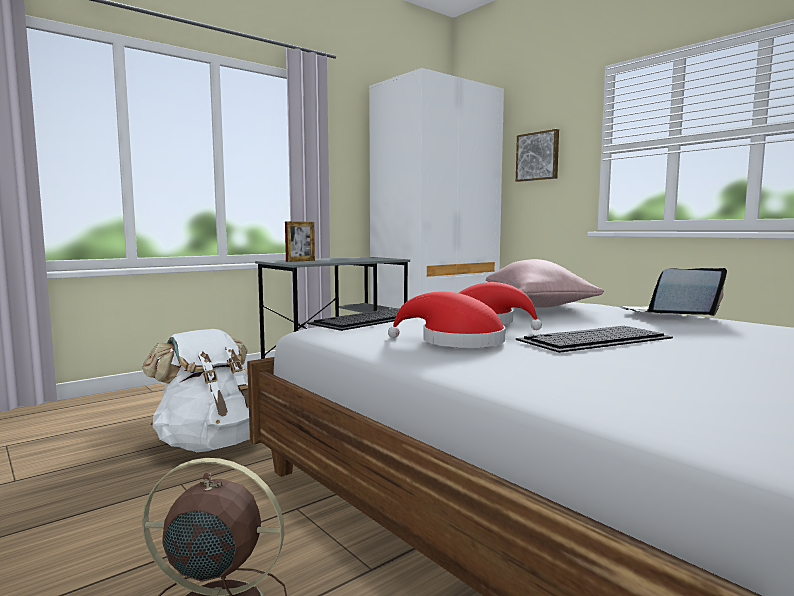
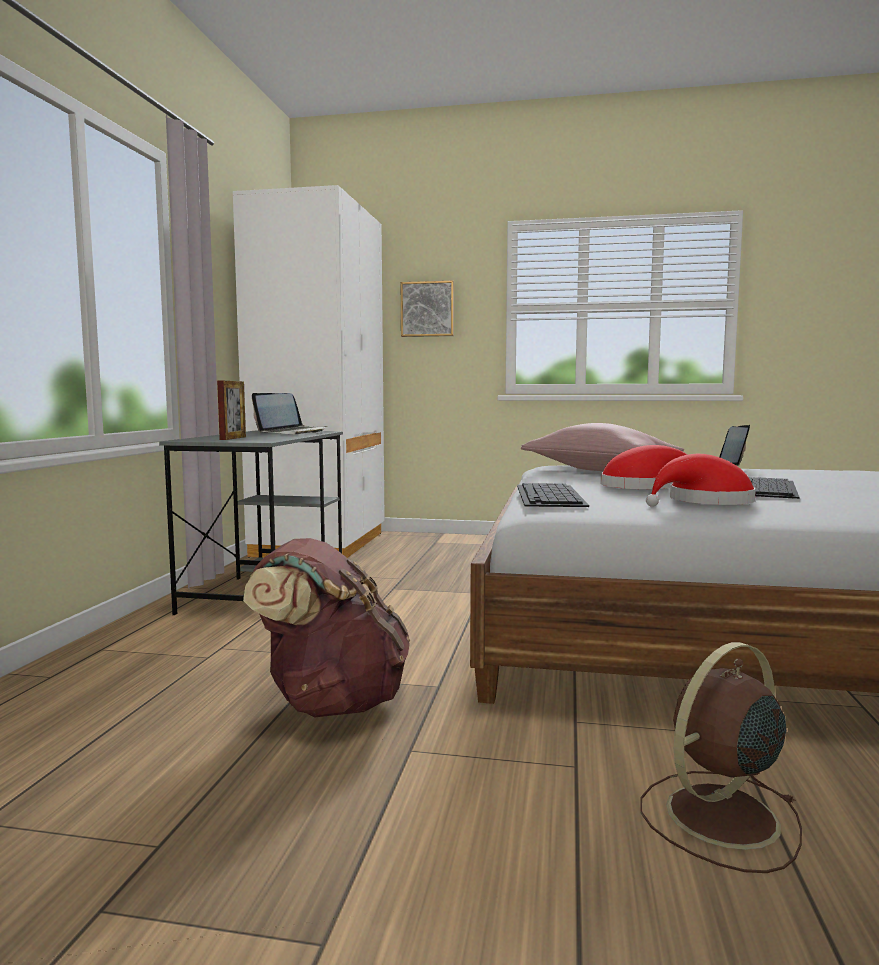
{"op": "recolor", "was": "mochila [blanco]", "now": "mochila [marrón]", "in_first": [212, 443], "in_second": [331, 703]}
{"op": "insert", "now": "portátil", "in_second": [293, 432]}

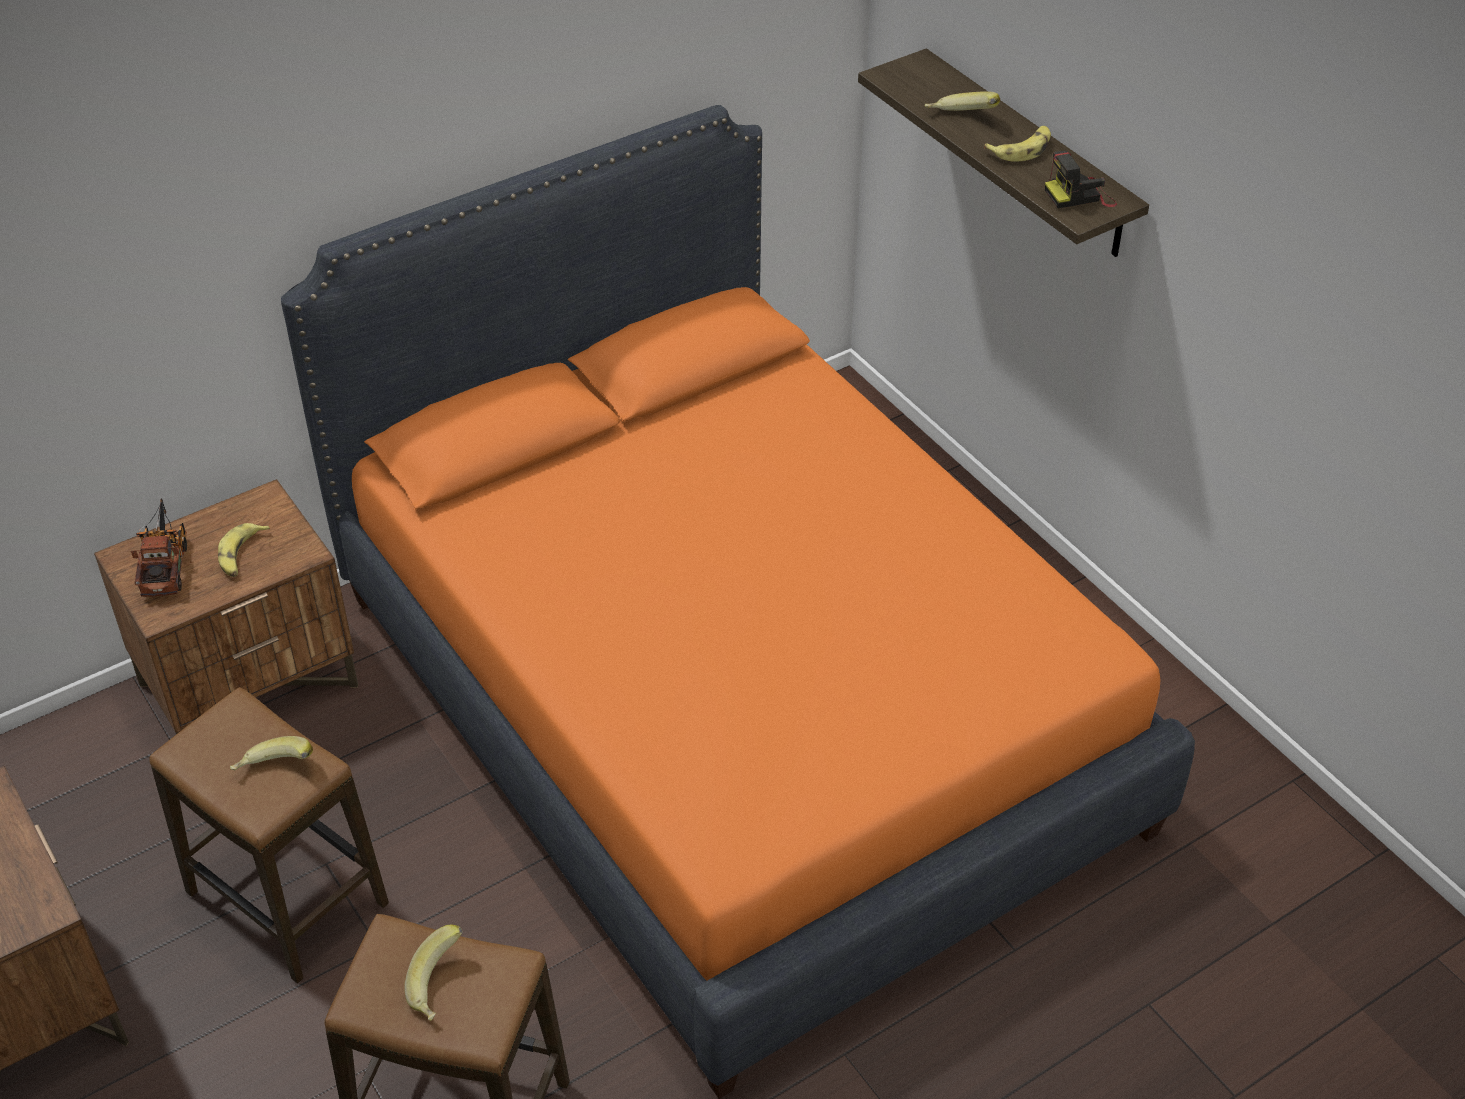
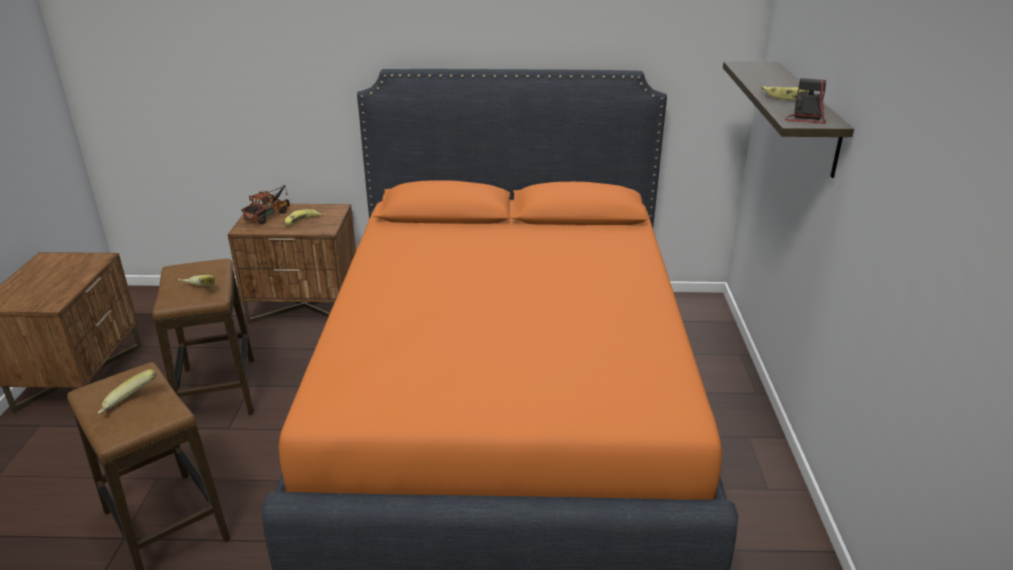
{"op": "rotate", "was": "cámara", "in_first": [1080, 196], "in_second": [806, 116], "clockwise": 90}
{"op": "delete", "was": "plátano", "in_first": [960, 120]}

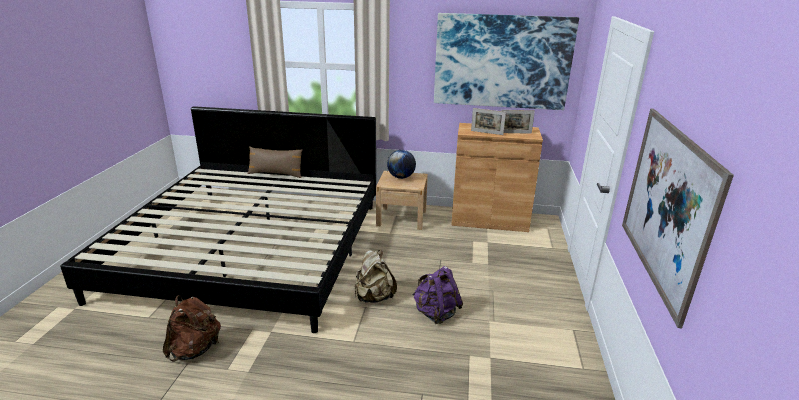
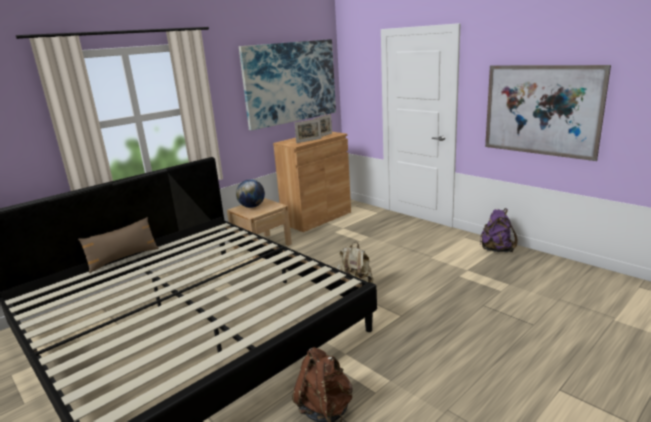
{"op": "move", "was": "mochila [morado]", "in_first": [436, 313], "in_second": [496, 250]}

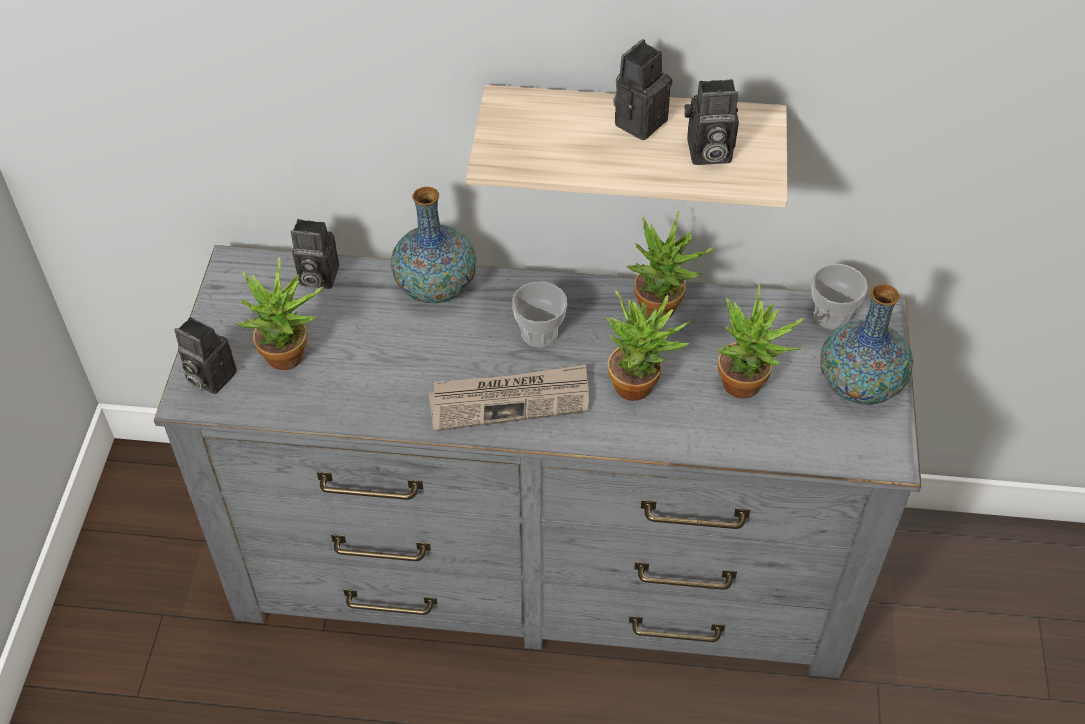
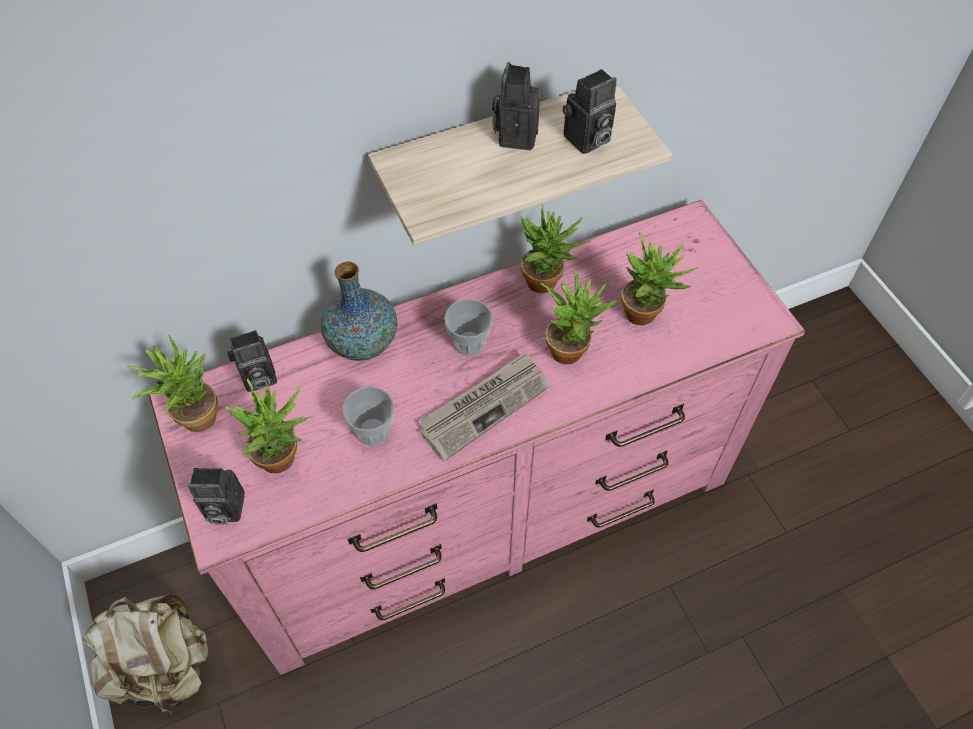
{"op": "insert", "now": "mochila [beis]", "in_second": [163, 667]}
{"op": "insert", "now": "planta en maceta", "in_second": [192, 416]}
{"op": "recolor", "was": "cómoda [gris]", "now": "cómoda [rosa]", "in_first": [543, 566], "in_second": [485, 509]}
{"op": "move", "was": "taza", "in_first": [831, 315], "in_second": [373, 431]}
{"op": "delete", "was": "florero", "in_first": [859, 385]}

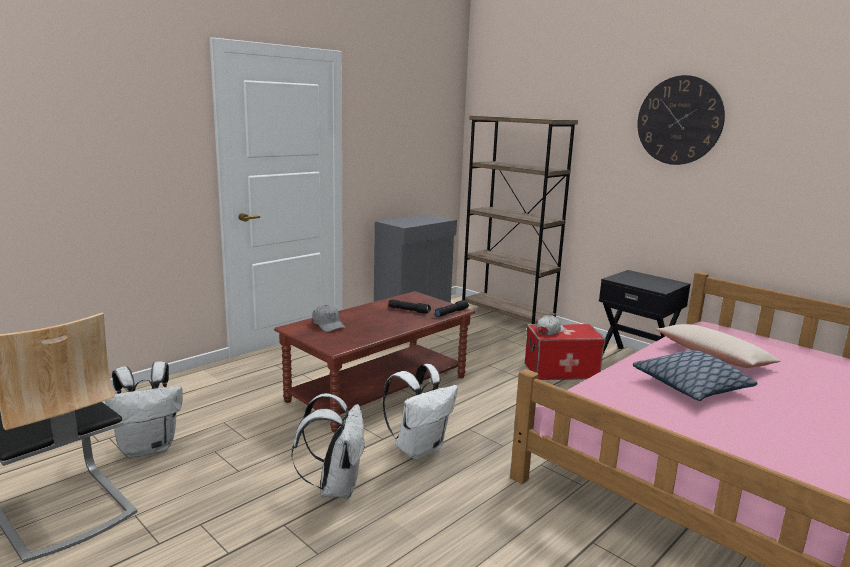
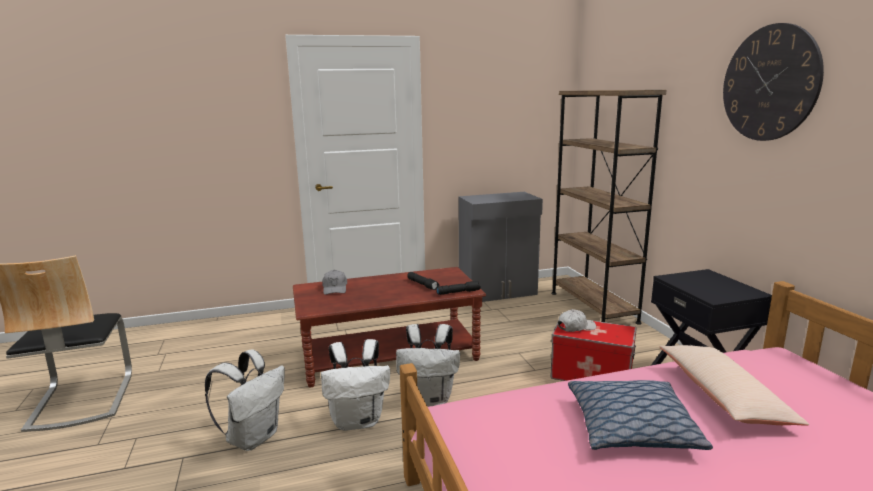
{"op": "move", "was": "mochila [blanco]", "in_first": [149, 447], "in_second": [429, 400]}

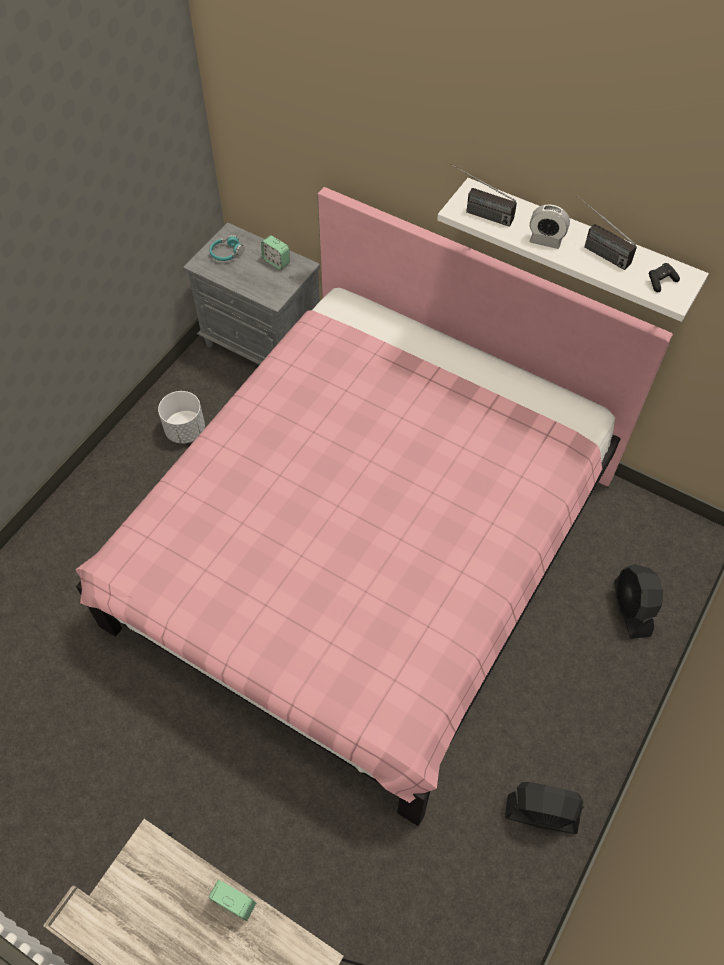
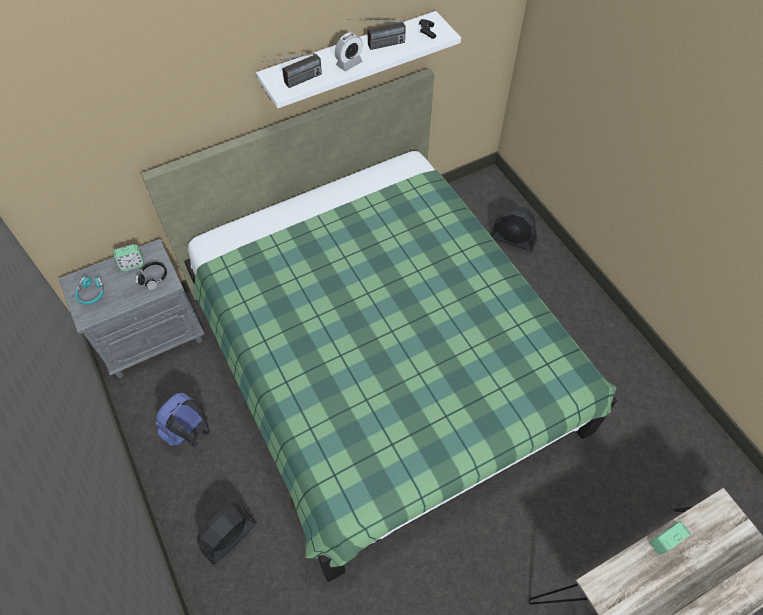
{"op": "insert", "now": "auriculares [negro]", "in_second": [153, 277]}
{"op": "recolor", "was": "cama [rosa]", "now": "cama [verde]", "in_first": [364, 551], "in_second": [381, 361]}
{"op": "replace", "was": "maceta [blanco]", "now": "mochila [azul]", "in_first": [185, 430], "in_second": [190, 432]}
{"op": "move", "was": "ventilador [negro]", "in_first": [541, 814], "in_second": [229, 537]}

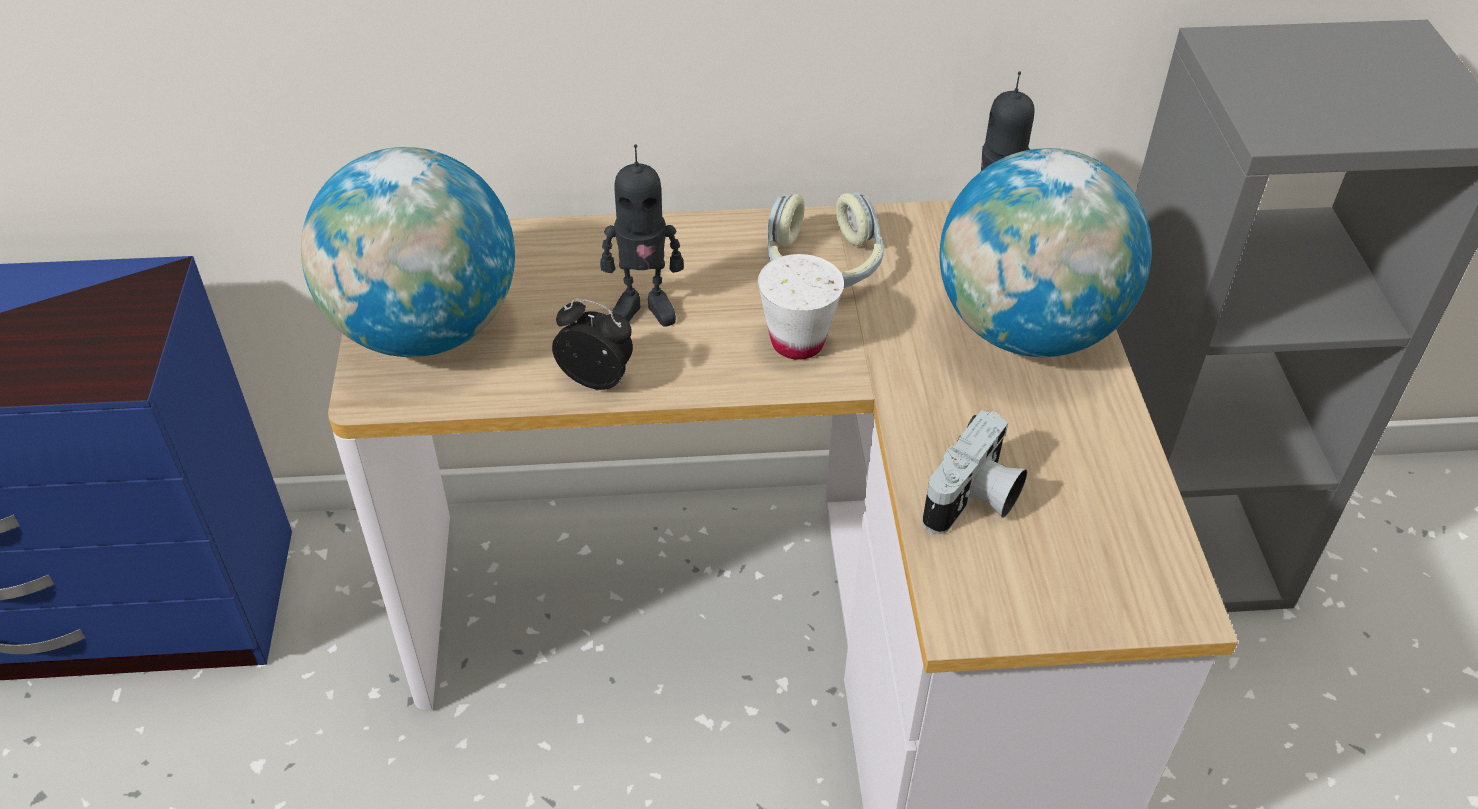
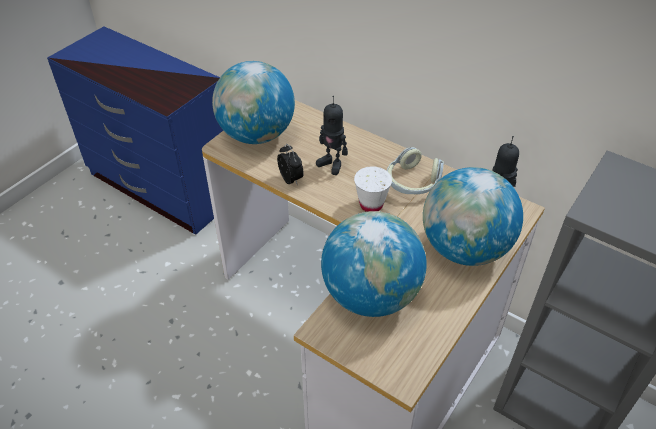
{"op": "replace", "was": "cámara", "now": "globo terráqueo", "in_first": [974, 501], "in_second": [370, 295]}

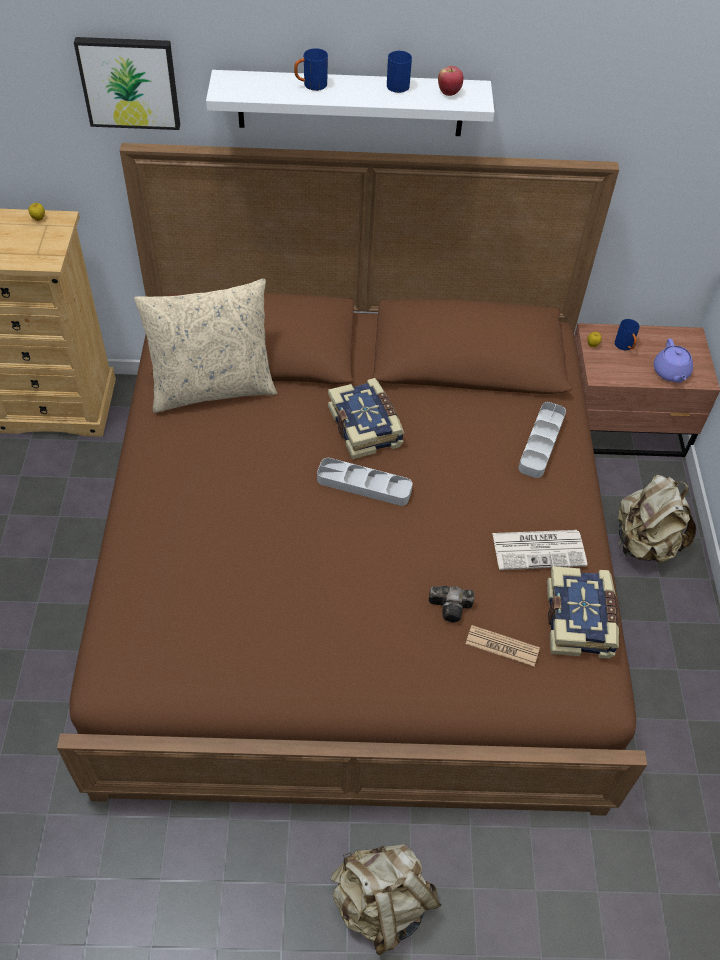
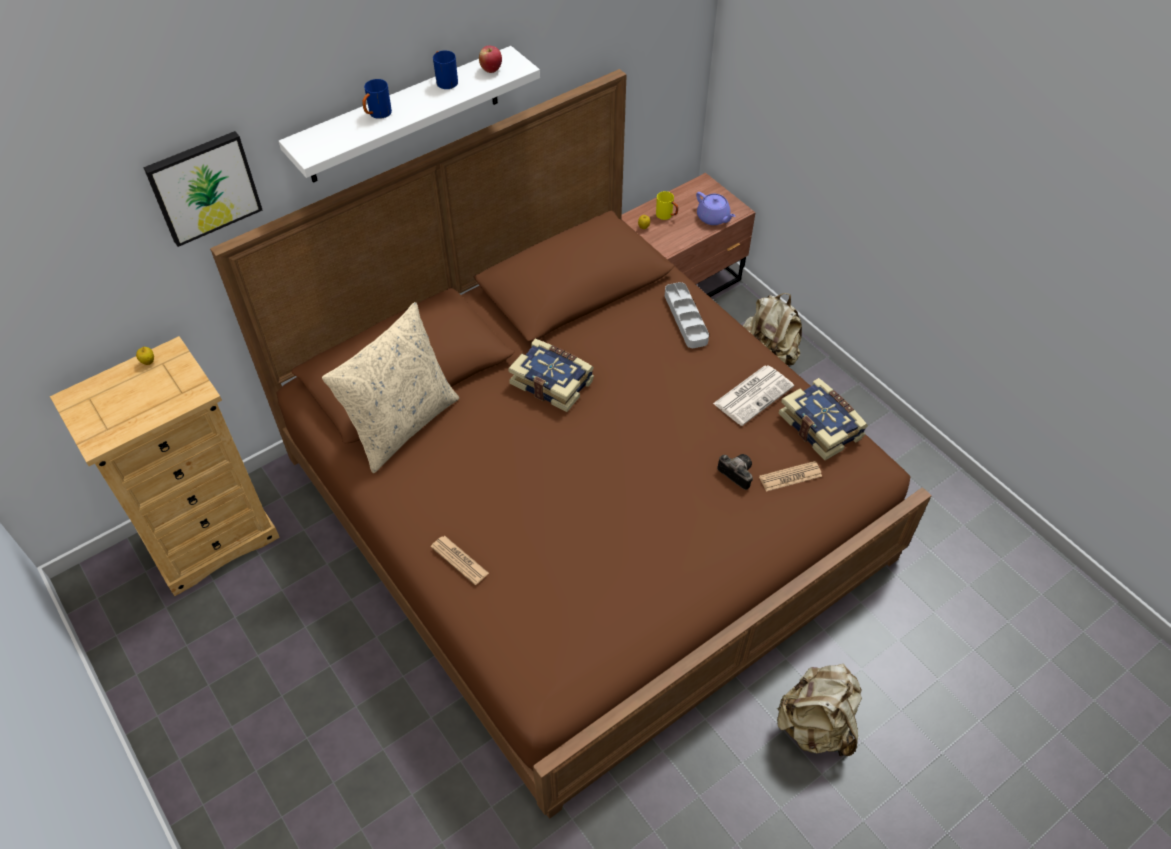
{"op": "insert", "now": "periódico", "in_second": [459, 560]}
{"op": "recolor", "was": "taza grande [azul]", "now": "taza grande [amarillo]", "in_first": [625, 347], "in_second": [667, 216]}
{"op": "rotate", "was": "cámara", "in_first": [452, 608], "in_second": [735, 473], "clockwise": -105}
{"op": "delete", "was": "bandeja [gris]", "in_first": [364, 485]}

